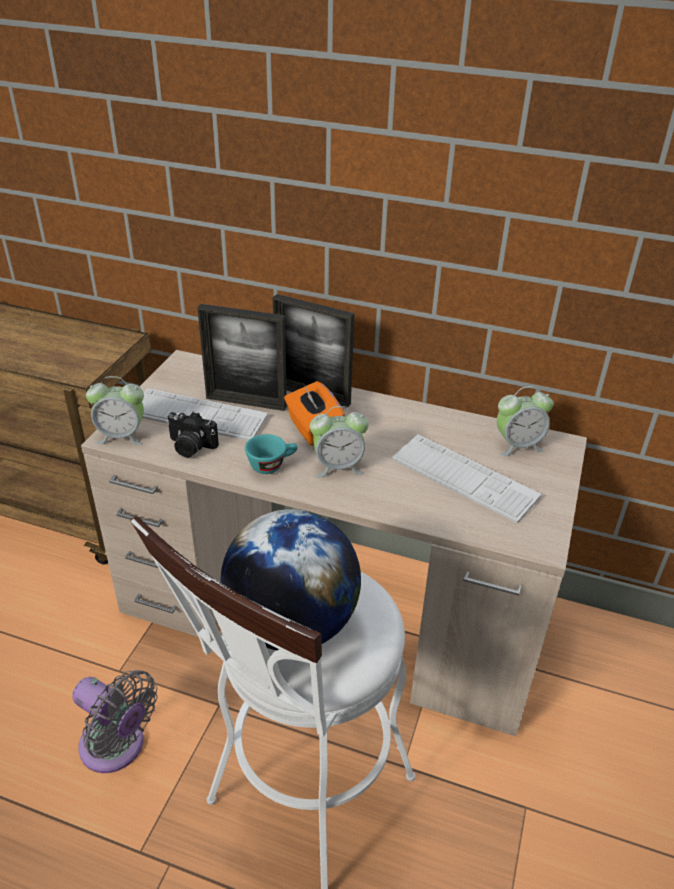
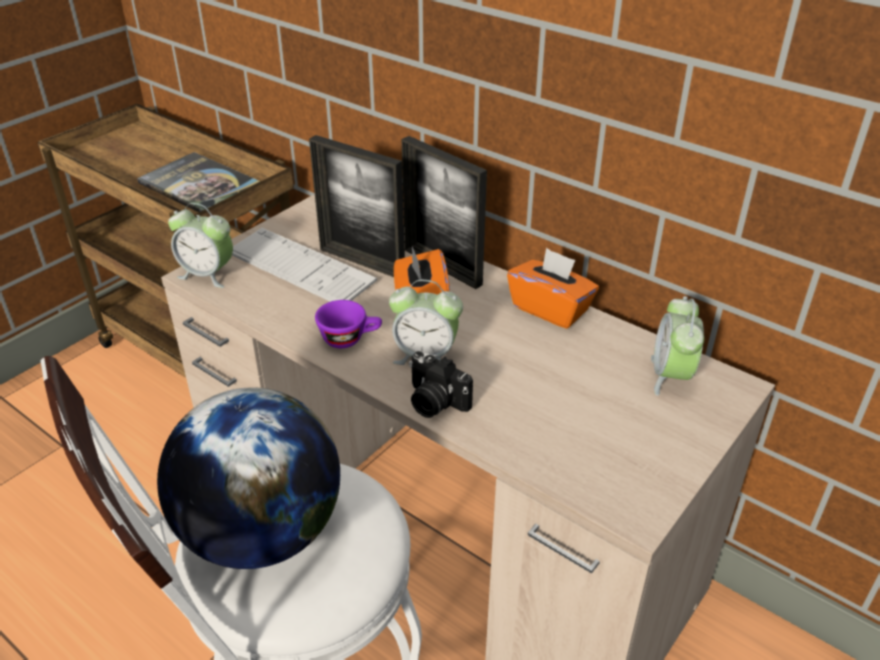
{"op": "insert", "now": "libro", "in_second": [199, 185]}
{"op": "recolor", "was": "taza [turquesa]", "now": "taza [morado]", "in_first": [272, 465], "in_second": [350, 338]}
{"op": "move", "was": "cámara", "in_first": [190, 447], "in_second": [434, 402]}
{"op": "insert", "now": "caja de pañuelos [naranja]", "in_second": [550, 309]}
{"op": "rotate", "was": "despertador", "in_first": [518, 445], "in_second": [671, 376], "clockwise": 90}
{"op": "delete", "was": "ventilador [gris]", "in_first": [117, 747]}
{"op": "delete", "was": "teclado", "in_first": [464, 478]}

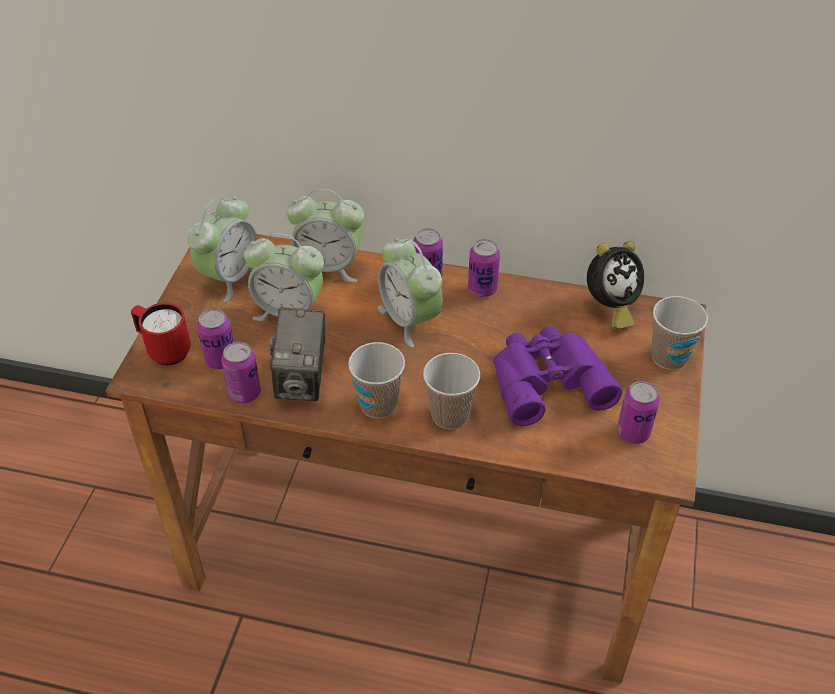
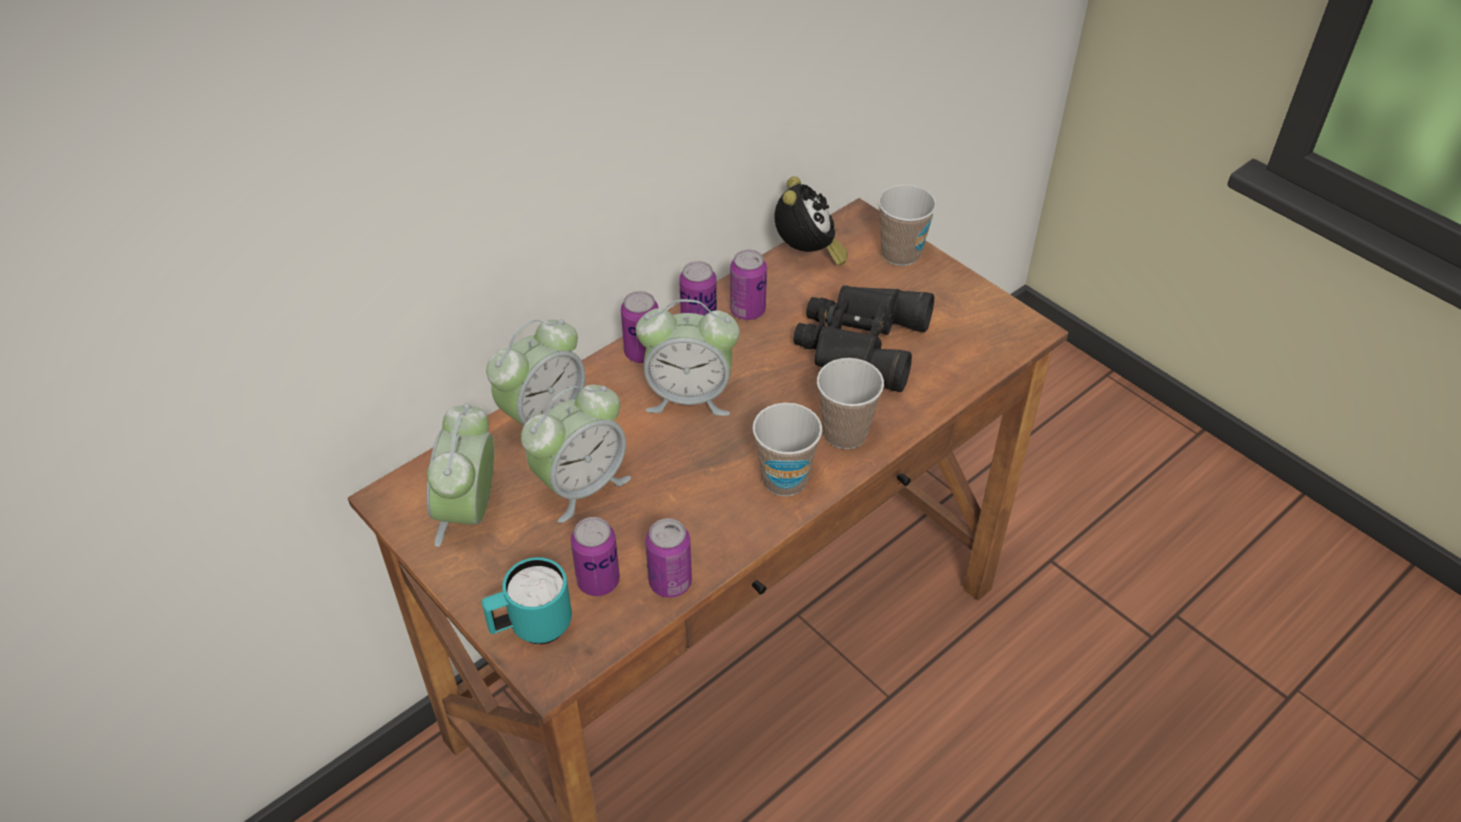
{"op": "rotate", "was": "despertador", "in_first": [230, 277], "in_second": [470, 512], "clockwise": -150}
{"op": "recolor", "was": "taza grande [rojo]", "now": "taza grande [turquesa]", "in_first": [164, 350], "in_second": [531, 628]}
{"op": "move", "was": "lata", "in_first": [633, 433], "in_second": [747, 310]}
{"op": "recolor", "was": "prismáticos [morado]", "now": "prismáticos [negro]", "in_first": [546, 379], "in_second": [858, 343]}
{"op": "delete", "was": "cámara", "in_first": [302, 380]}

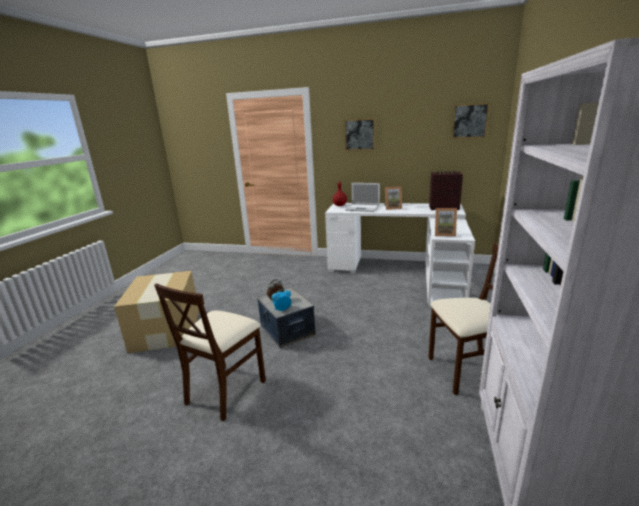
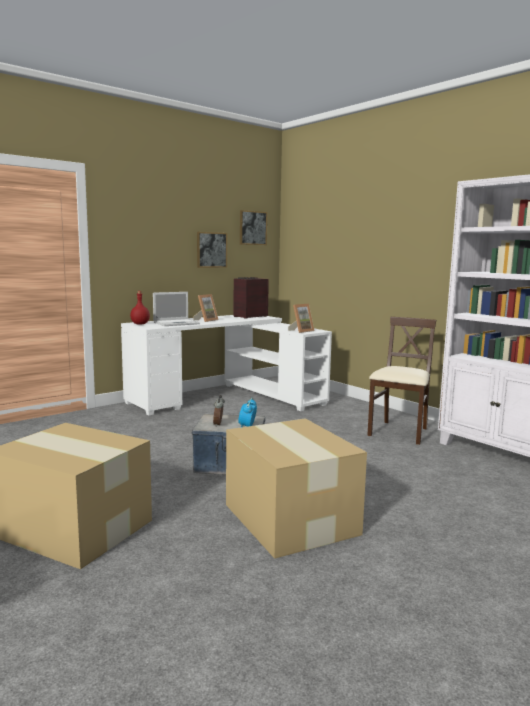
{"op": "move", "was": "cuadro", "in_first": [359, 134], "in_second": [211, 250]}
{"op": "replace", "was": "silla [beis]", "now": "caja de cartón", "in_first": [225, 390], "in_second": [290, 520]}

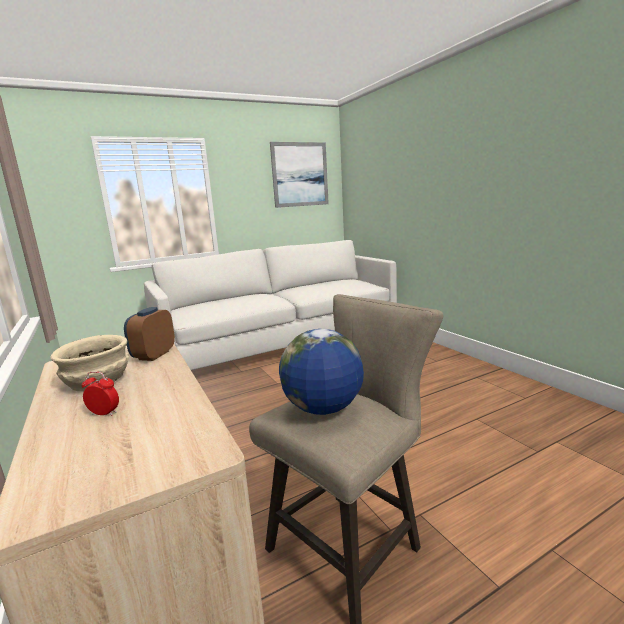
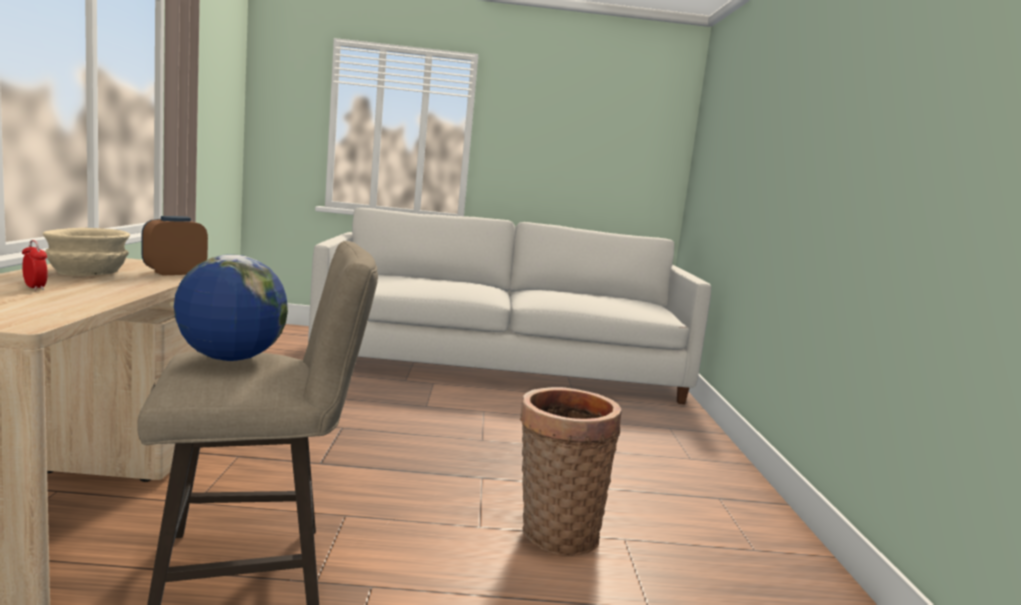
{"op": "insert", "now": "cesta", "in_second": [555, 532]}
{"op": "delete", "was": "cuadro", "in_first": [300, 174]}

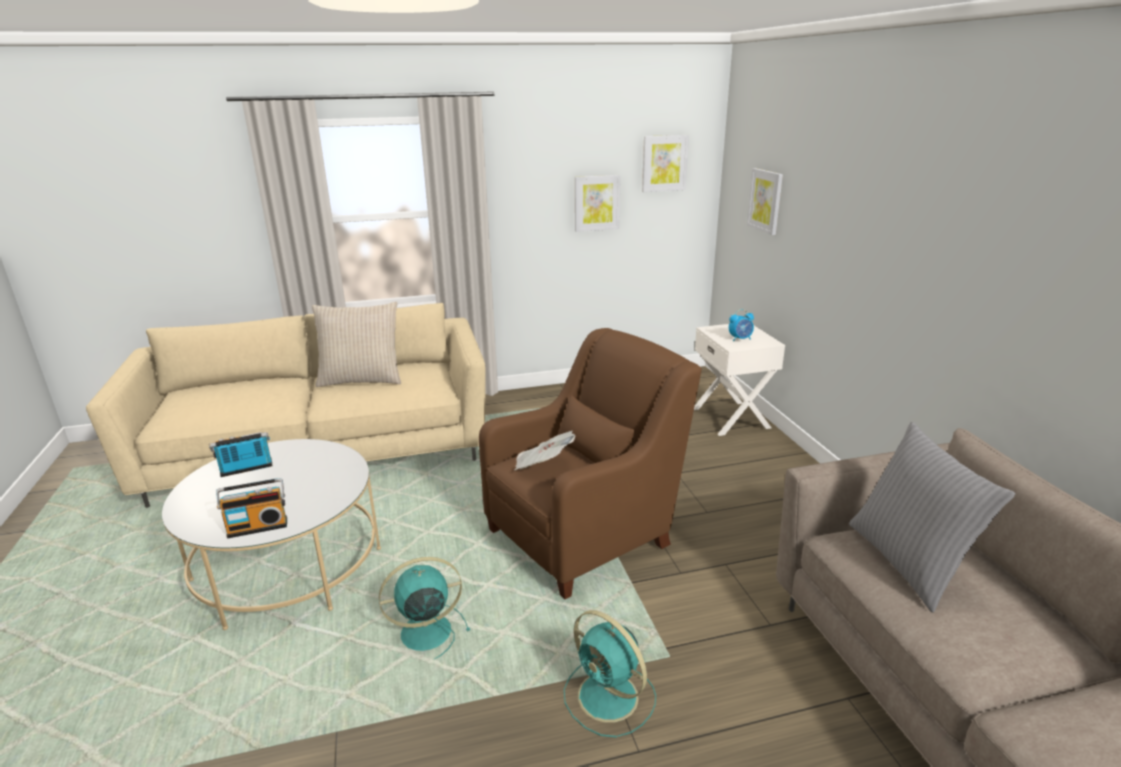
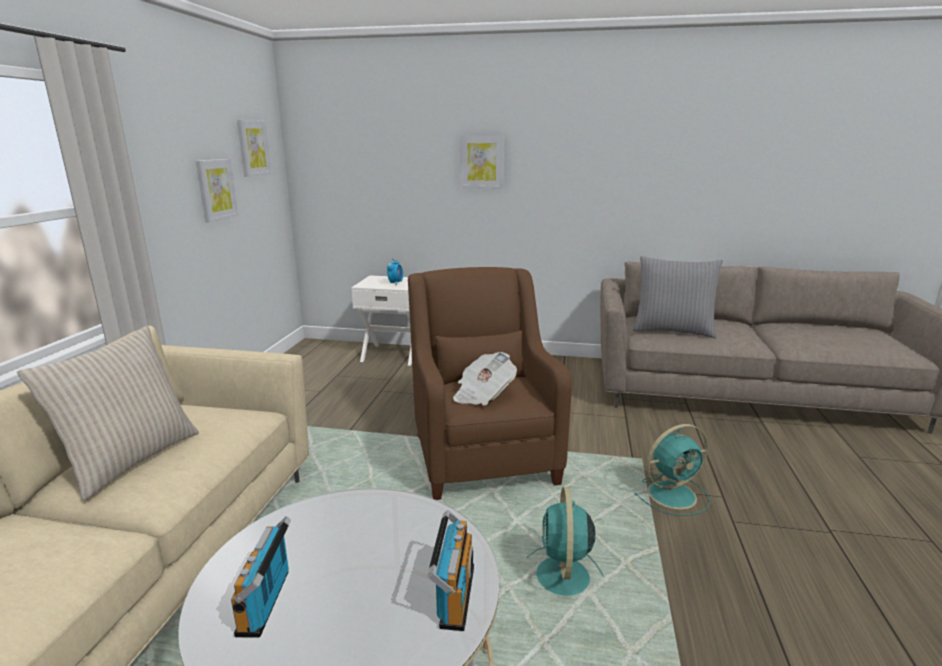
{"op": "move", "was": "cuadro", "in_first": [765, 201], "in_second": [482, 161]}

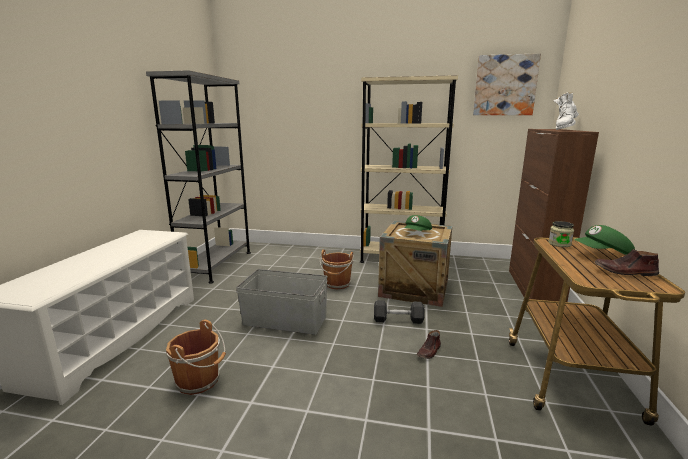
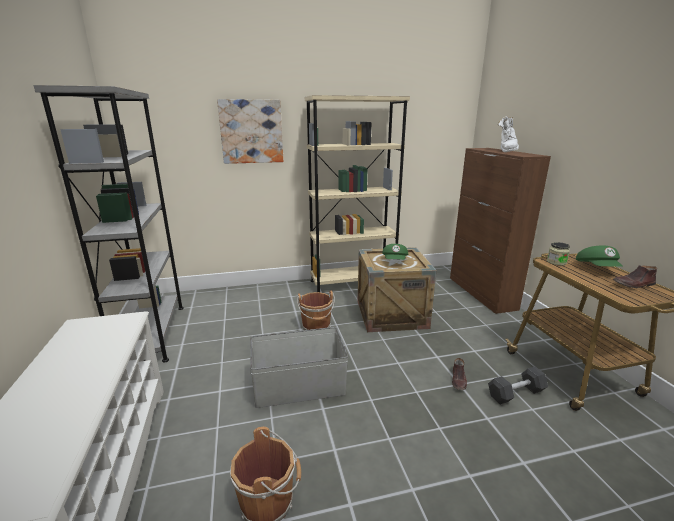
{"op": "move", "was": "cuadro", "in_first": [505, 85], "in_second": [251, 131]}
{"op": "move", "was": "mancuerna [gris]", "in_first": [398, 320], "in_second": [516, 393]}
{"op": "rotate", "was": "gorra [verde]", "in_first": [602, 254], "in_second": [597, 268], "clockwise": -60}

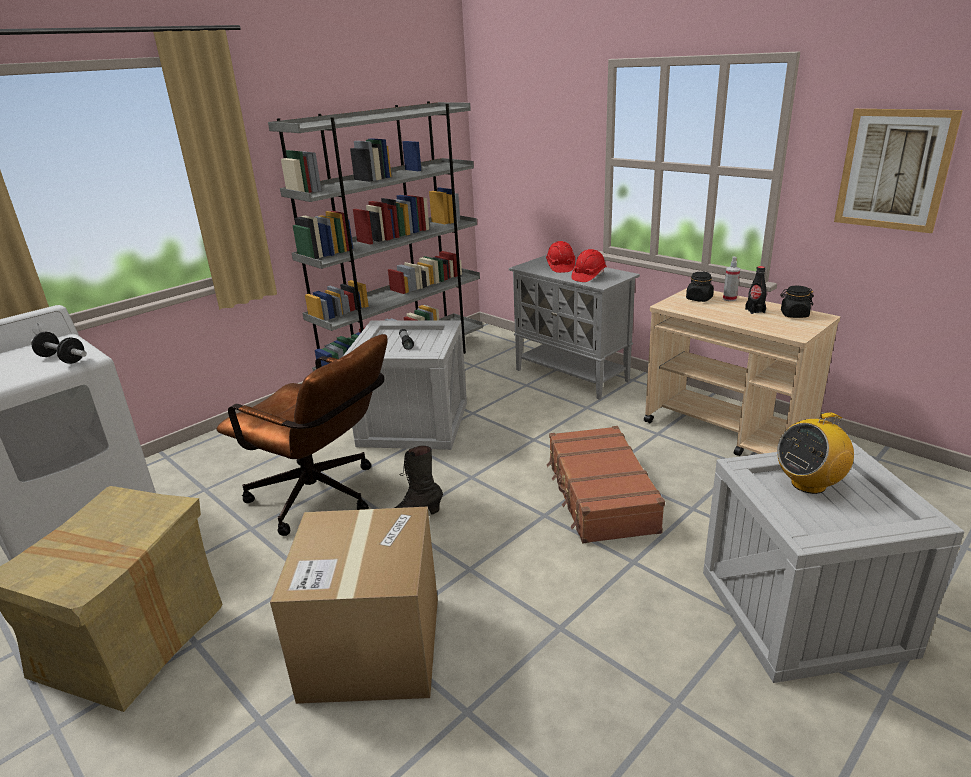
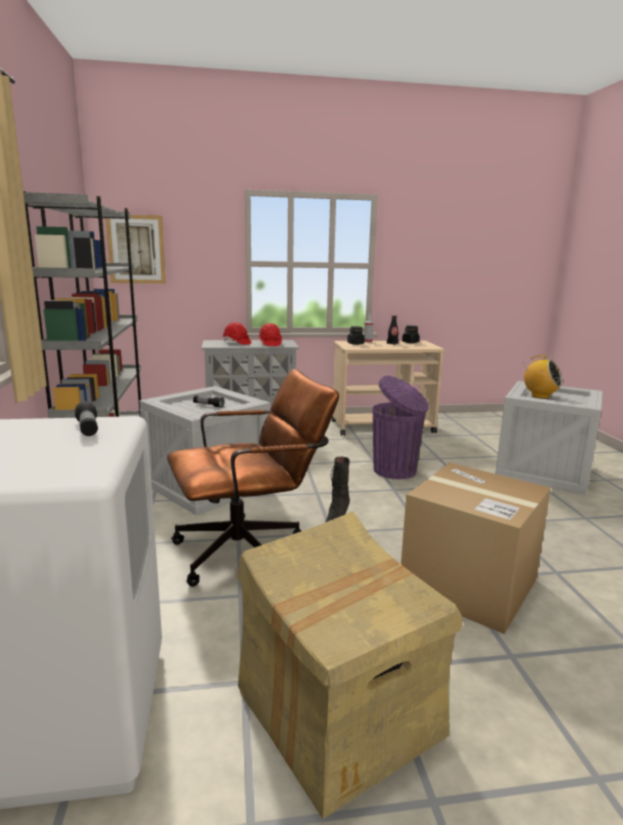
{"op": "replace", "was": "mancuerna", "now": "linterna", "in_first": [62, 359], "in_second": [88, 429]}
{"op": "move", "was": "cuadro", "in_first": [893, 170], "in_second": [136, 249]}
{"op": "replace", "was": "maleta [marrón]", "now": "papelera [morado]", "in_first": [600, 496], "in_second": [396, 471]}
{"op": "rotate", "was": "radio", "in_first": [808, 484], "in_second": [540, 396], "clockwise": -60}

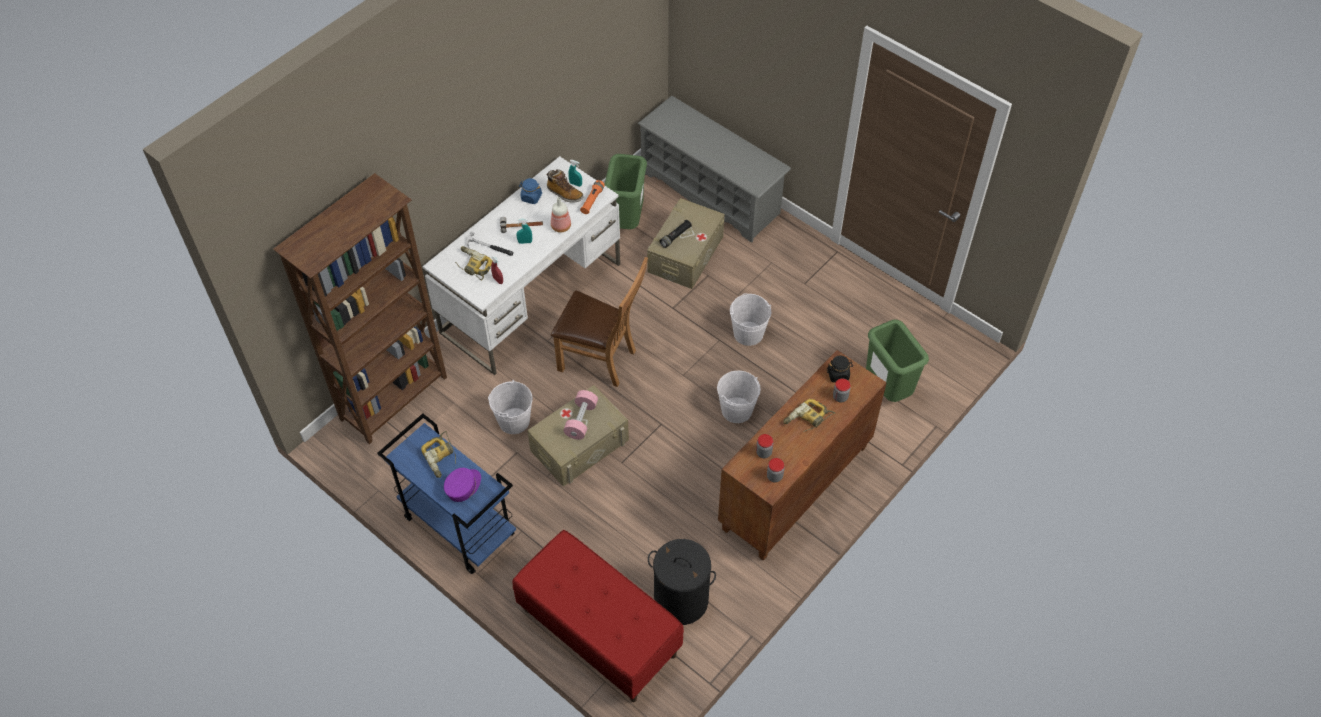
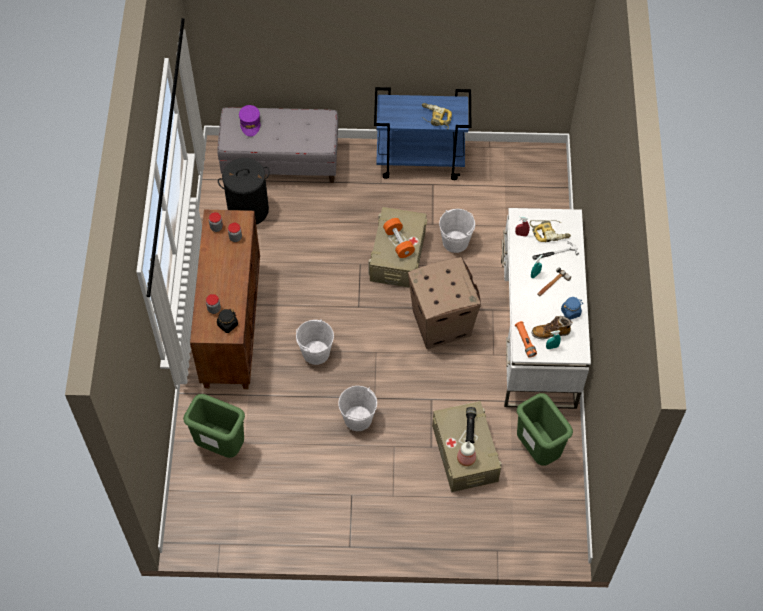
{"op": "recolor", "was": "banco [rojo]", "now": "banco [gris]", "in_first": [598, 632], "in_second": [281, 162]}
{"op": "move", "was": "gorra [morado]", "in_first": [463, 487], "in_second": [250, 123]}
{"op": "recolor", "was": "mancuerna [rosa]", "now": "mancuerna [naranja]", "in_first": [581, 420], "in_second": [398, 242]}
{"op": "replace", "was": "silla [marrón]", "now": "caja de cartón", "in_first": [602, 360], "in_second": [441, 322]}
{"op": "move", "was": "botella", "in_first": [561, 227], "in_second": [466, 458]}
{"op": "delete", "was": "estantería [marrón]", "in_first": [395, 398]}
{"op": "delete", "was": "zapatero [gris]", "in_first": [711, 193]}
{"op": "delete", "was": "taladro", "in_first": [807, 420]}

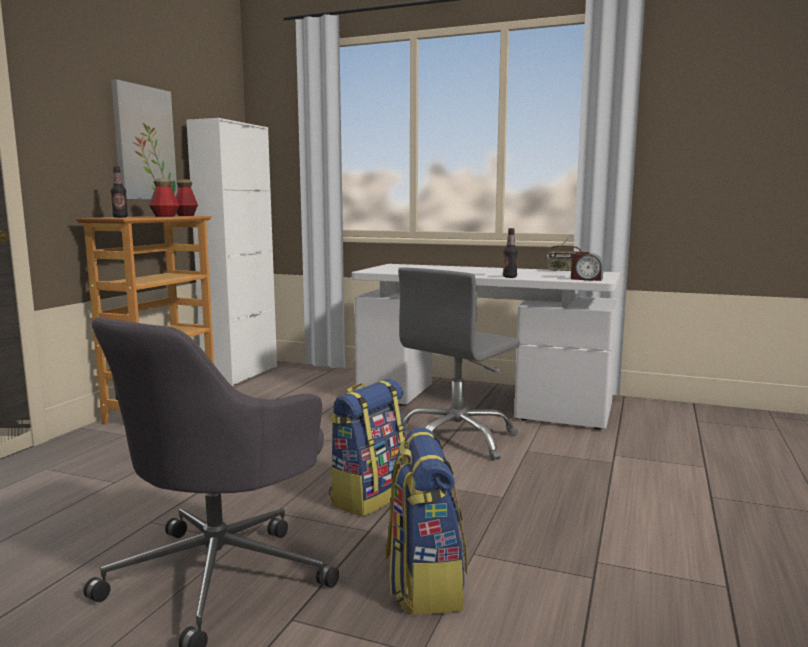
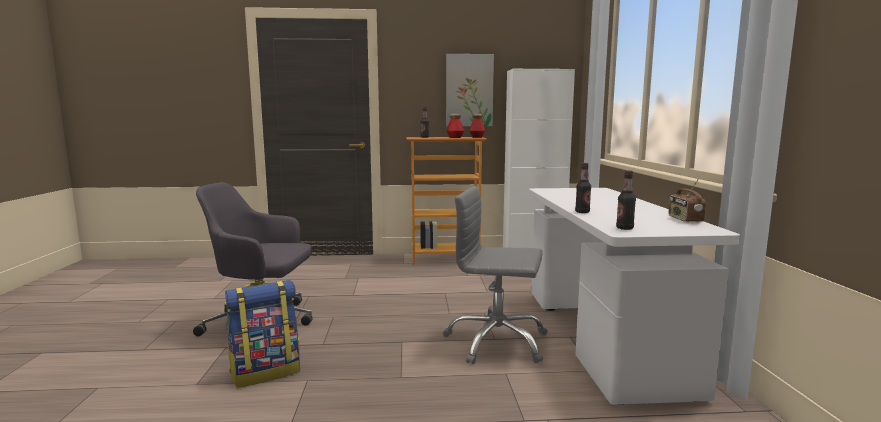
{"op": "replace", "was": "despertador", "now": "botella", "in_first": [586, 279], "in_second": [624, 228]}
{"op": "delete", "was": "mochila", "in_first": [368, 496]}

